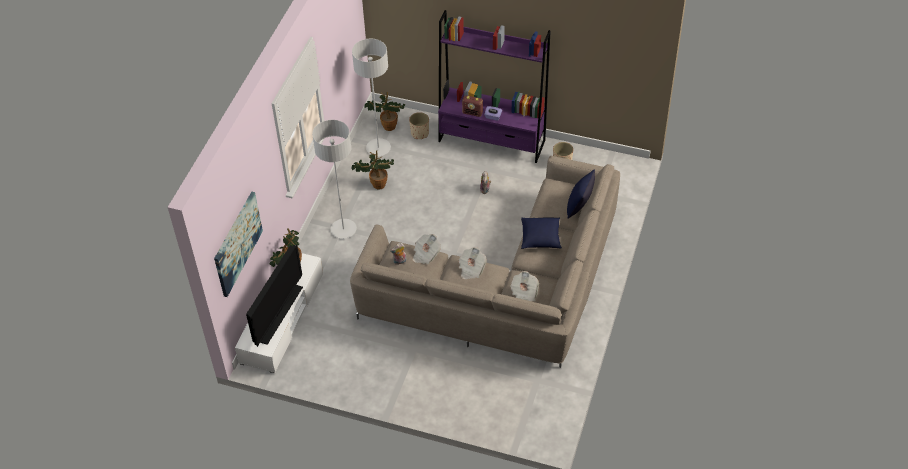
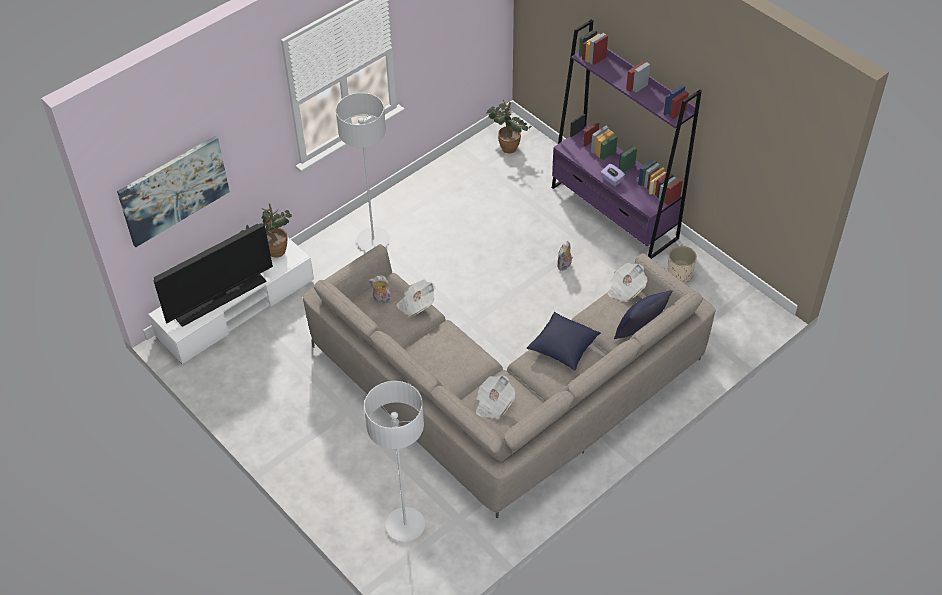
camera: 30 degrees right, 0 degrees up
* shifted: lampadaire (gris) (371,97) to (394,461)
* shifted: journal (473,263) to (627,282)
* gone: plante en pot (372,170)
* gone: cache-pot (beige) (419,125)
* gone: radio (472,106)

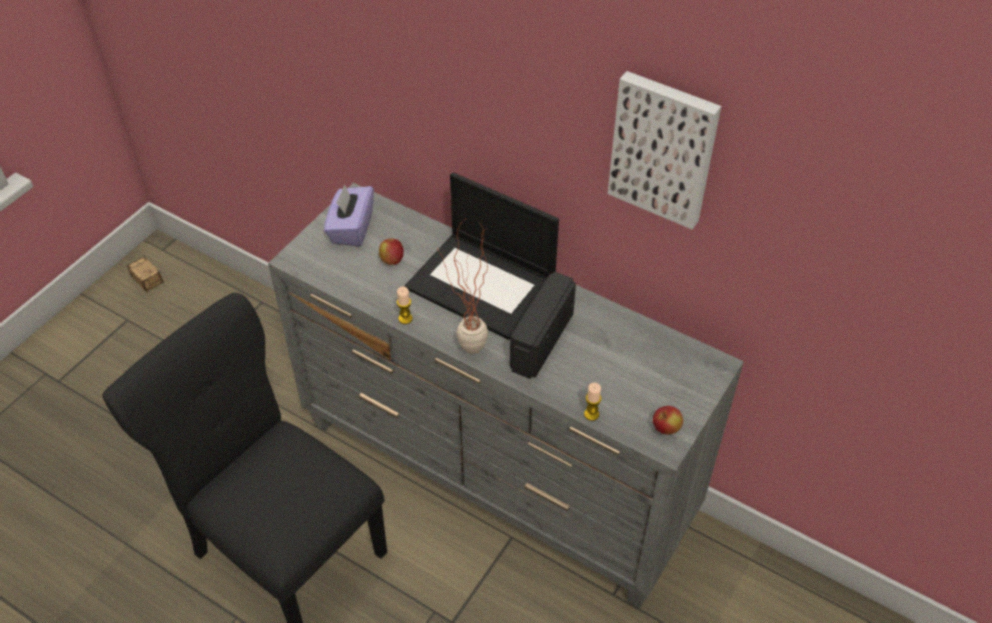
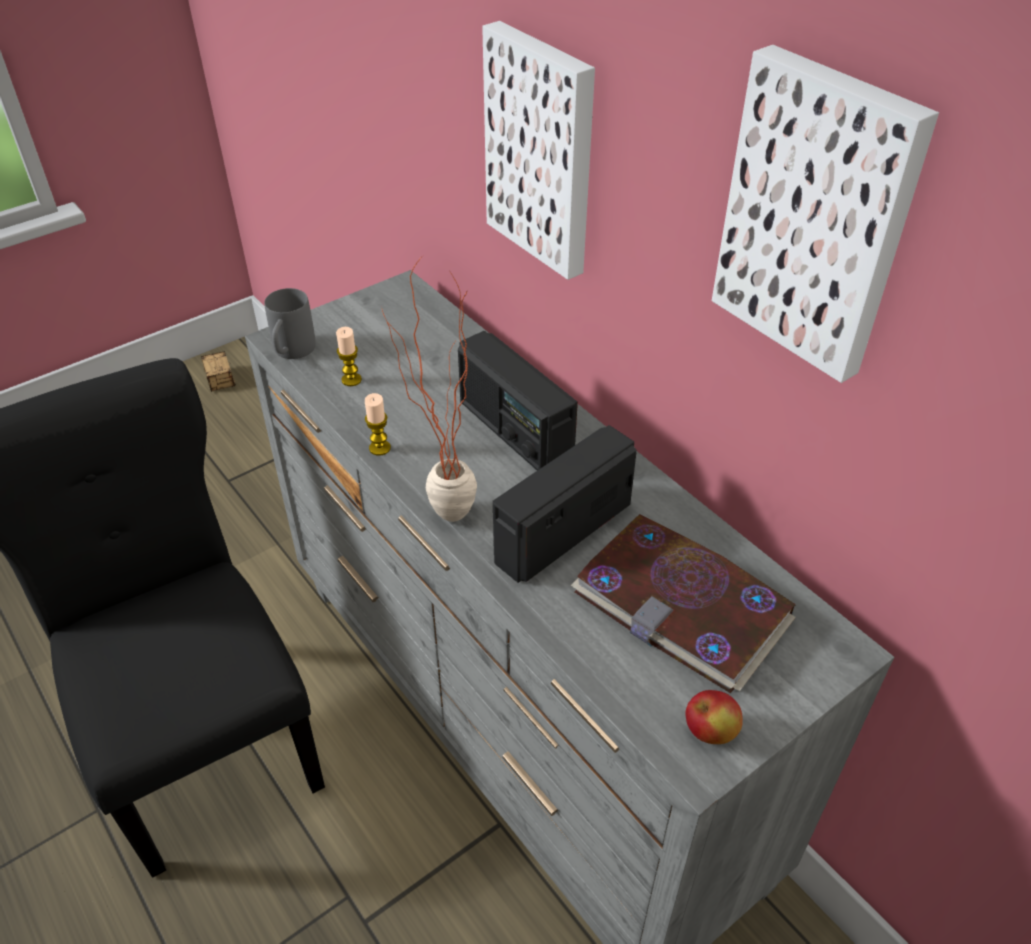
camera: 20 degrees right, 5 degrees down
* new: mug (gris) (290,323)
* shifted: bougie (592,402) to (349,356)
* swapped: ordinateur portable (482,256) to radio (518,401)
* new: tableau (538,150)
* new: livre (683,603)
* gone: boîte à mouchoirs (violet) (349,215)
* gone: pomme (391,251)

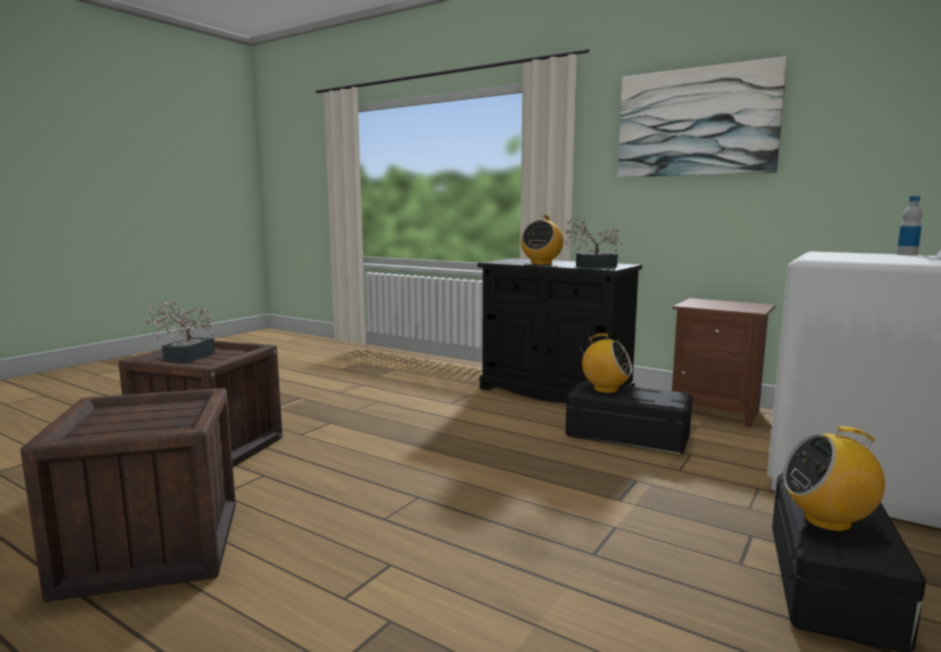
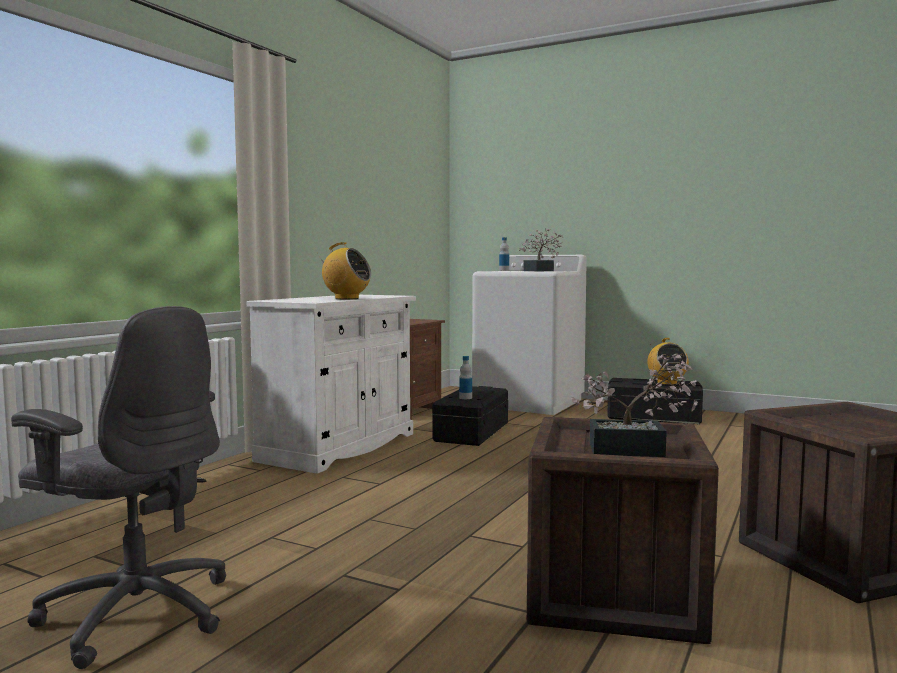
camera: 95 degrees left, 5 degrees down
* new: chaise de bureau (gris) (118,487)
* repainted: meuble de rangement (noir) (560,330) to meuble de rangement (blanc) (331,384)
* swapped: radio (605,363) to bouteille (465,377)
* shifted: plante en pot (594,242) to (541,249)
* gone: tableau (702,116)

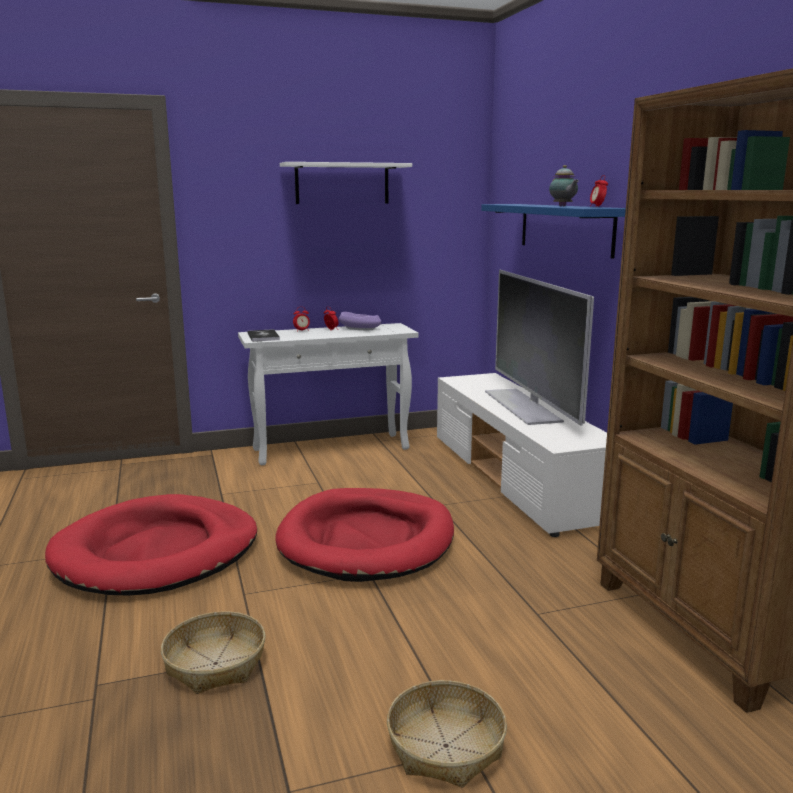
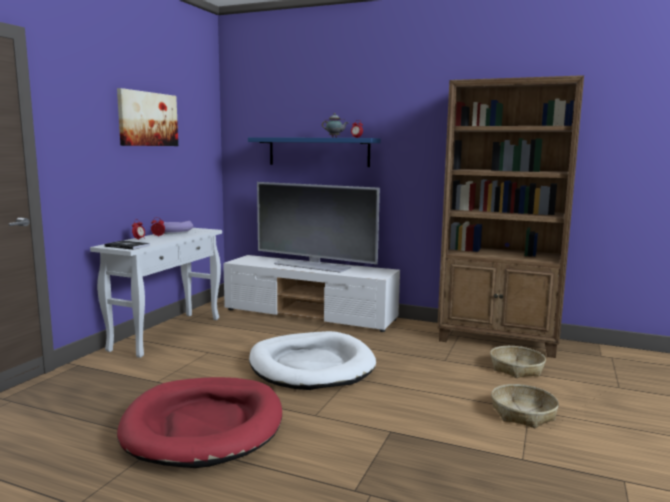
camera: 50 degrees left, 5 degrees down
* swapped: étagère (blanc) (346,183) to tableau (147,117)
* repainted: panier pour chien (rouge) (364,535) to panier pour chien (blanc) (312,360)
* shifted: panier (213,652) to (518,362)

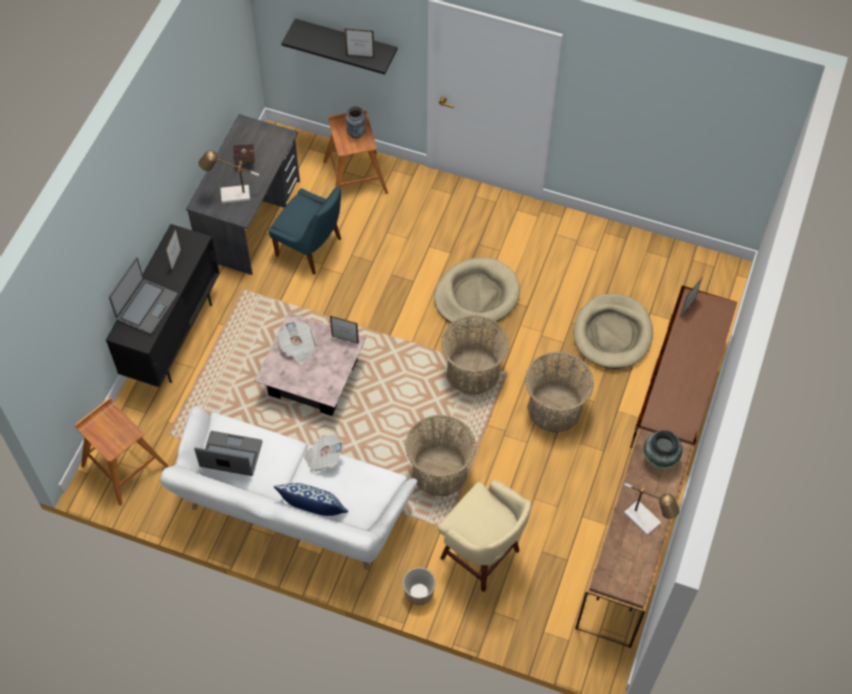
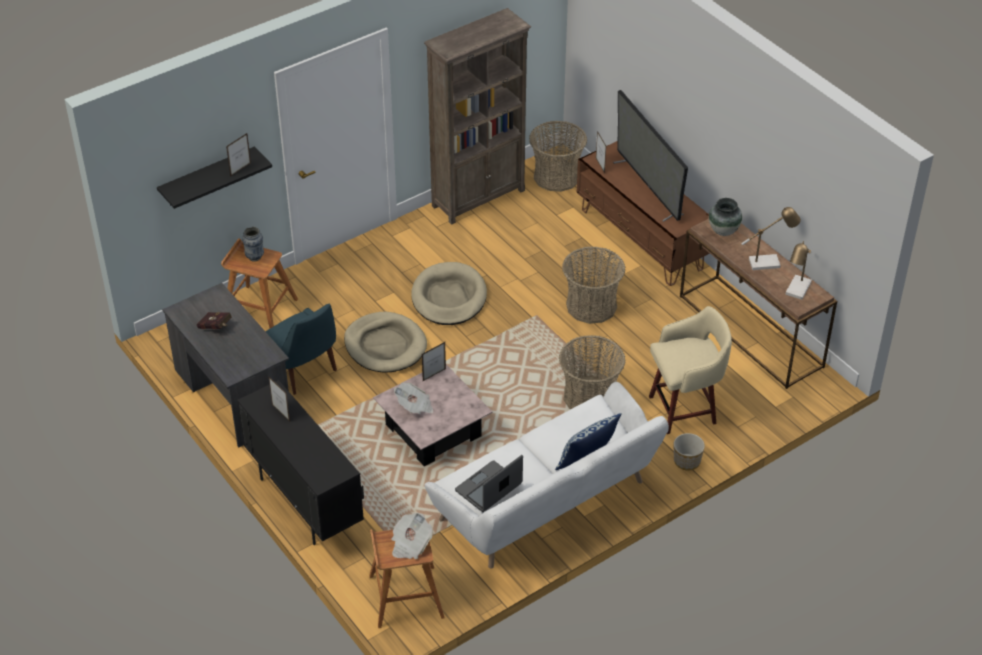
camera: 55 degrees left, 15 degrees down
* rotated: chaise (bleu) (304,230) = (301,349) 75 degrees clockwise
* shifted: panier pour chien (beige) (613,331) to (385,342)
* shifted: journal (323,453) to (412,536)
* new: bibliothèque (marron) (477,116)
* shifted: panier (475,354) to (558,156)
* new: téléviseur (650,156)
* shifted: lampe de table (228,176) to (798,270)
* gone: ordinateur portable (143,295)

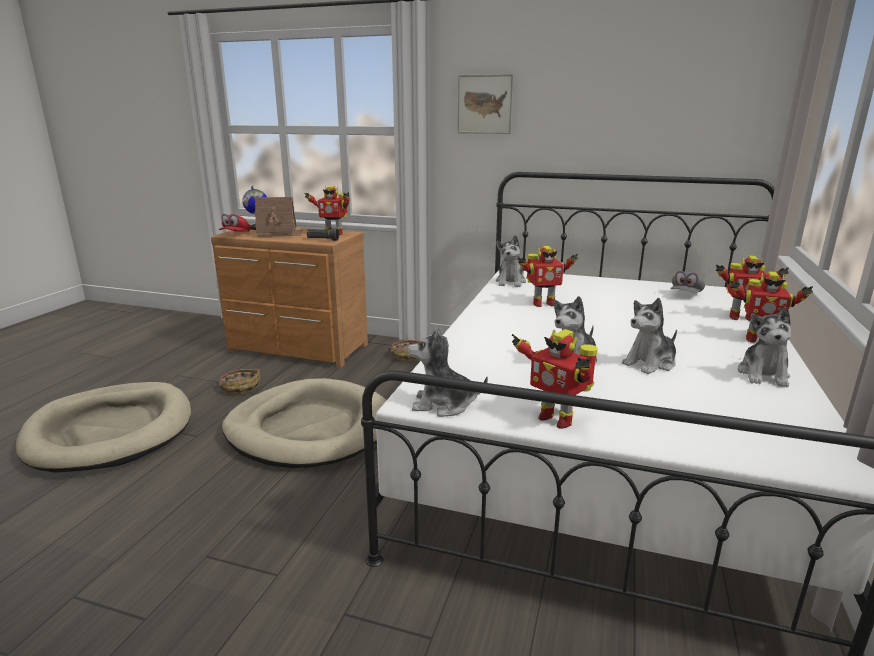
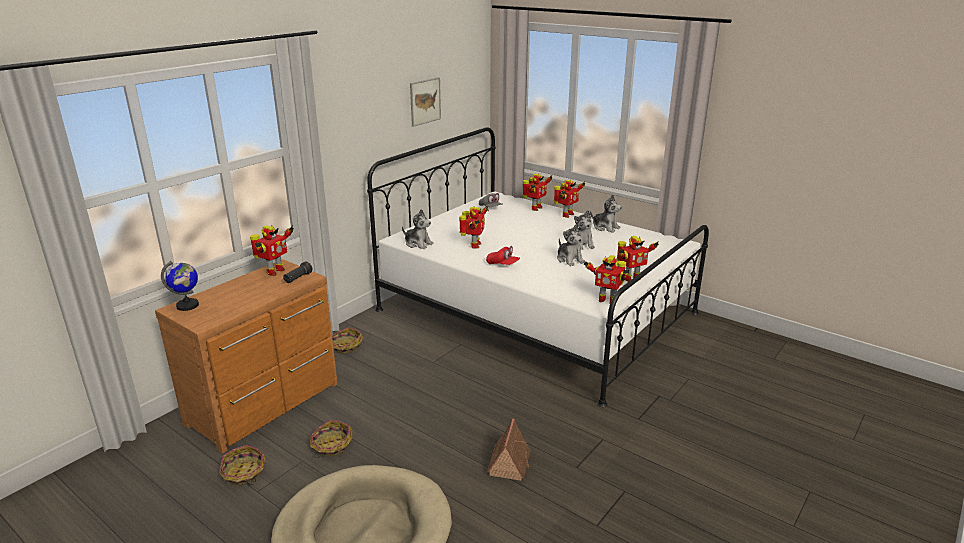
camera: 70 degrees left, 5 degrees up
* new: panier (242,465)
* shifted: tableau (486,104) to (425,102)
* shifted: casquette (rouge) (235,223) to (503,255)
* shifted: maison miniature (278,217) to (508,450)
* swapped: peluche (448,372) to robot jouet (606,279)
* gone: panier pour chien (beige) (304,423)

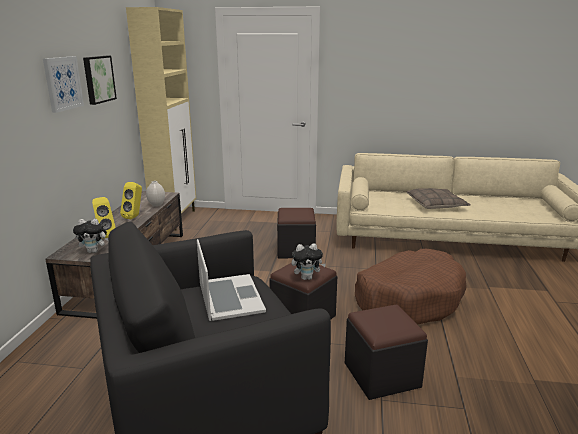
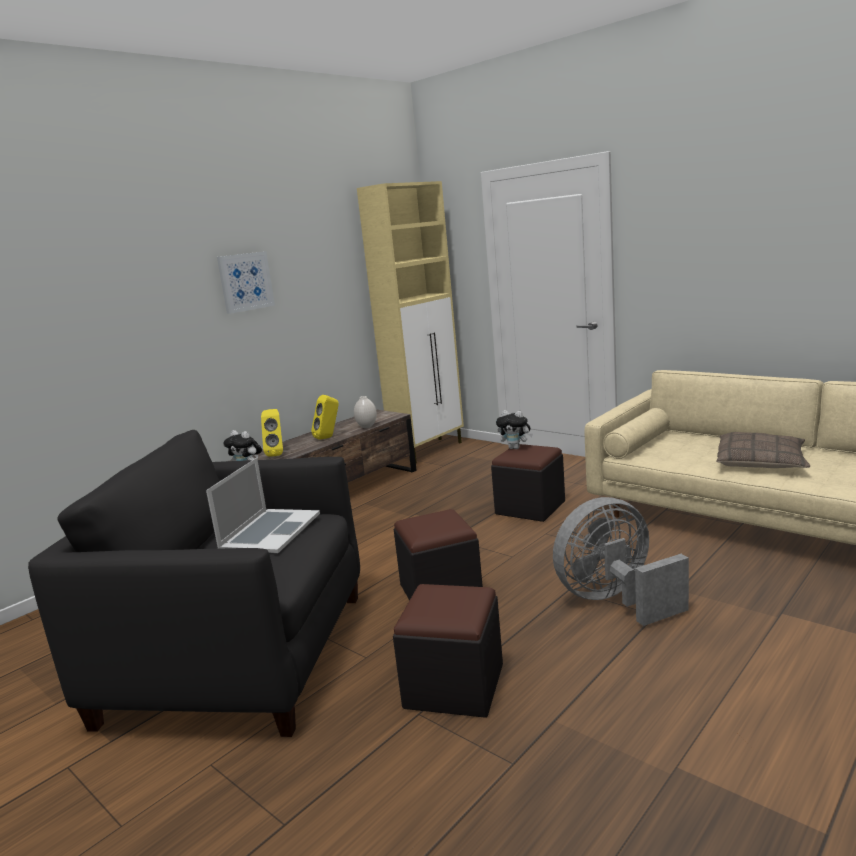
camera: 35 degrees right, 5 degrees down
* shifted: peluche (309,261) to (514,429)
* swapped: panier pour chien (marron) (411,287) to ventilateur (gris) (621,561)
* gone: tableau (100,80)

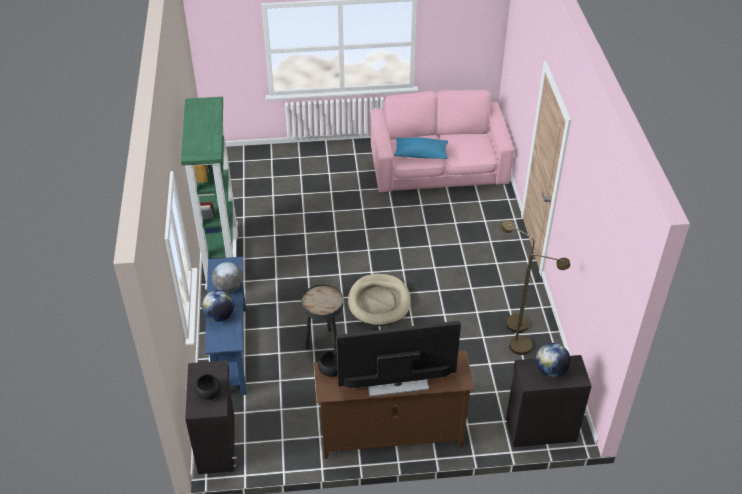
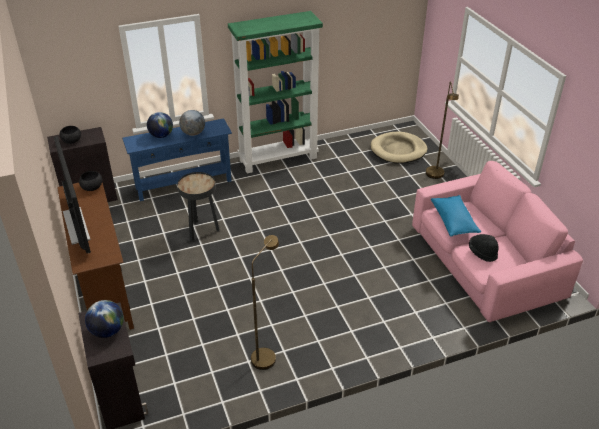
camera: 75 degrees right, 5 degrees down
* shifted: panier pour chien (beige) (379,300) to (399,148)
* shifted: lampadaire (marron) (539,304) to (442,130)
* new: chapeau (noir) (484,248)

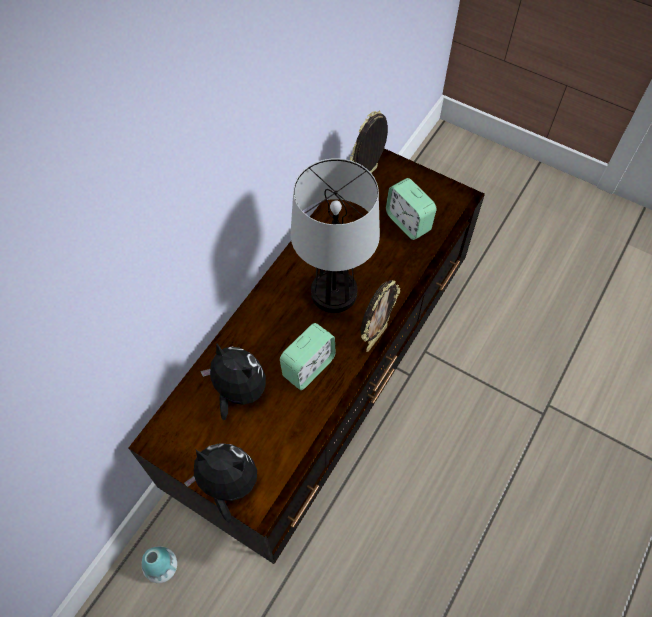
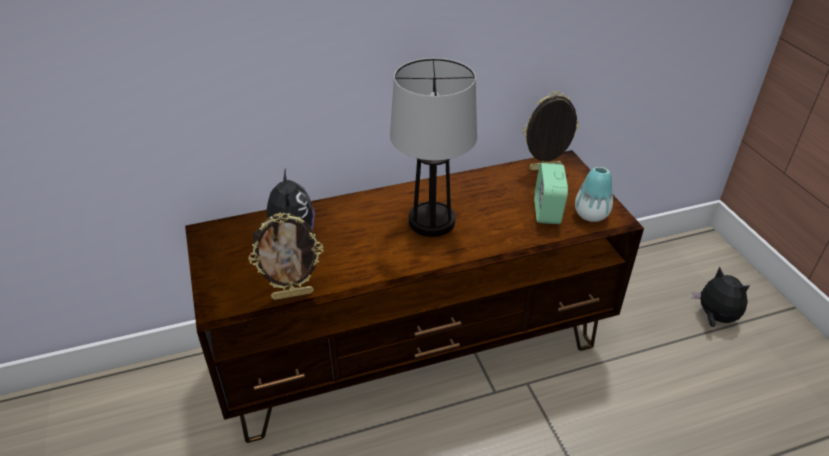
camera: 40 degrees right, 20 degrees down
* shifted: cadre photo (380,316) to (285,256)
* shifted: vase (159,564) to (594,194)
* shifted: peluche (220,483) to (721,297)
* gone: réveil (308,356)

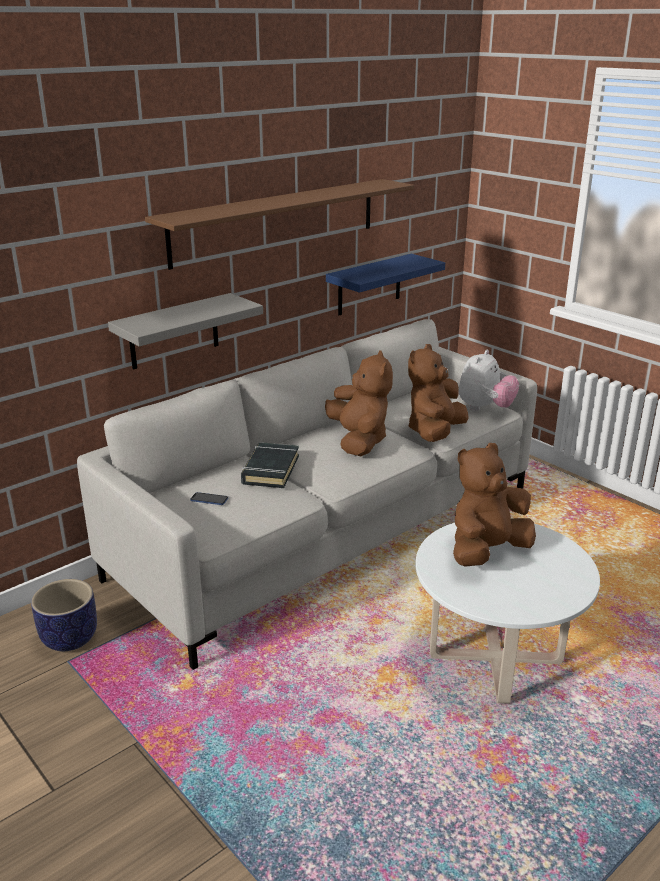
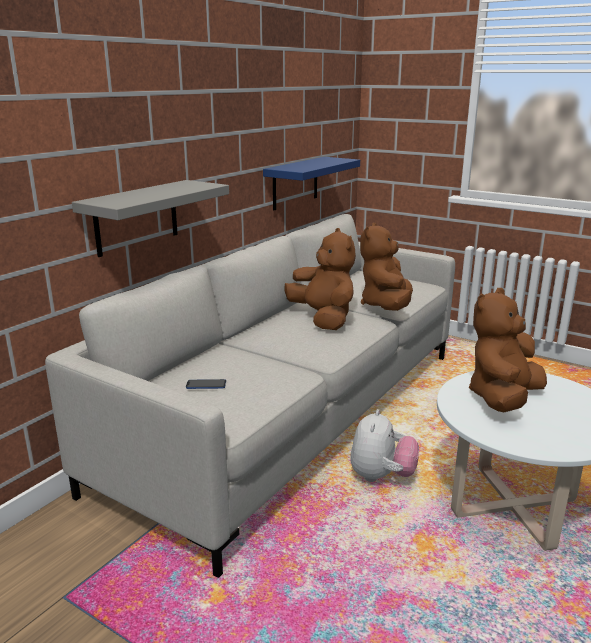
camera: 15 degrees left, 5 degrees down
* shifted: peluche (489,380) to (384,445)
* gone: cache-pot (64,615)
* gone: étagère (marron) (279,224)
* gone: livre (noir) (270,465)

